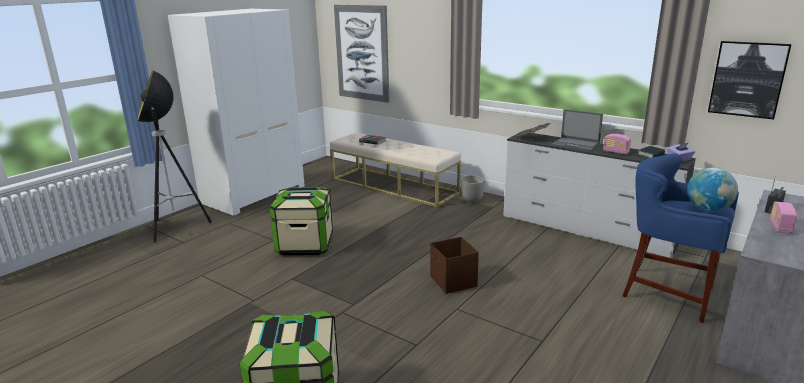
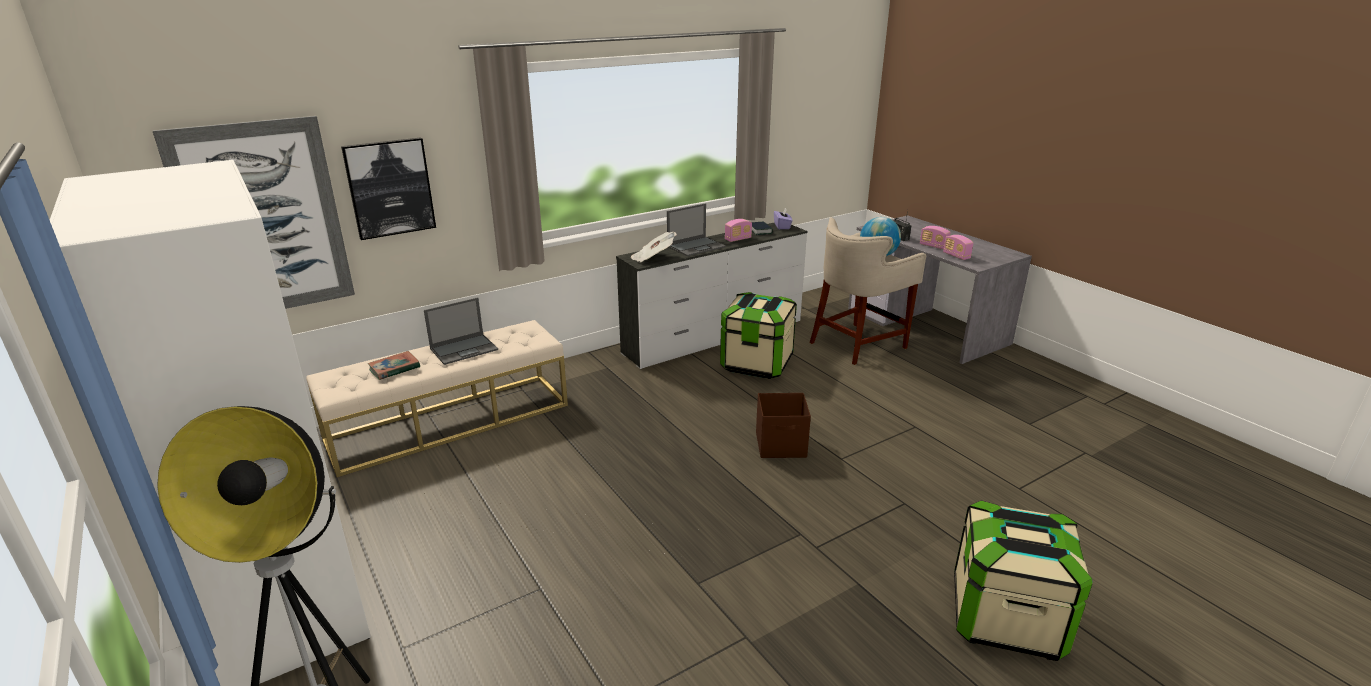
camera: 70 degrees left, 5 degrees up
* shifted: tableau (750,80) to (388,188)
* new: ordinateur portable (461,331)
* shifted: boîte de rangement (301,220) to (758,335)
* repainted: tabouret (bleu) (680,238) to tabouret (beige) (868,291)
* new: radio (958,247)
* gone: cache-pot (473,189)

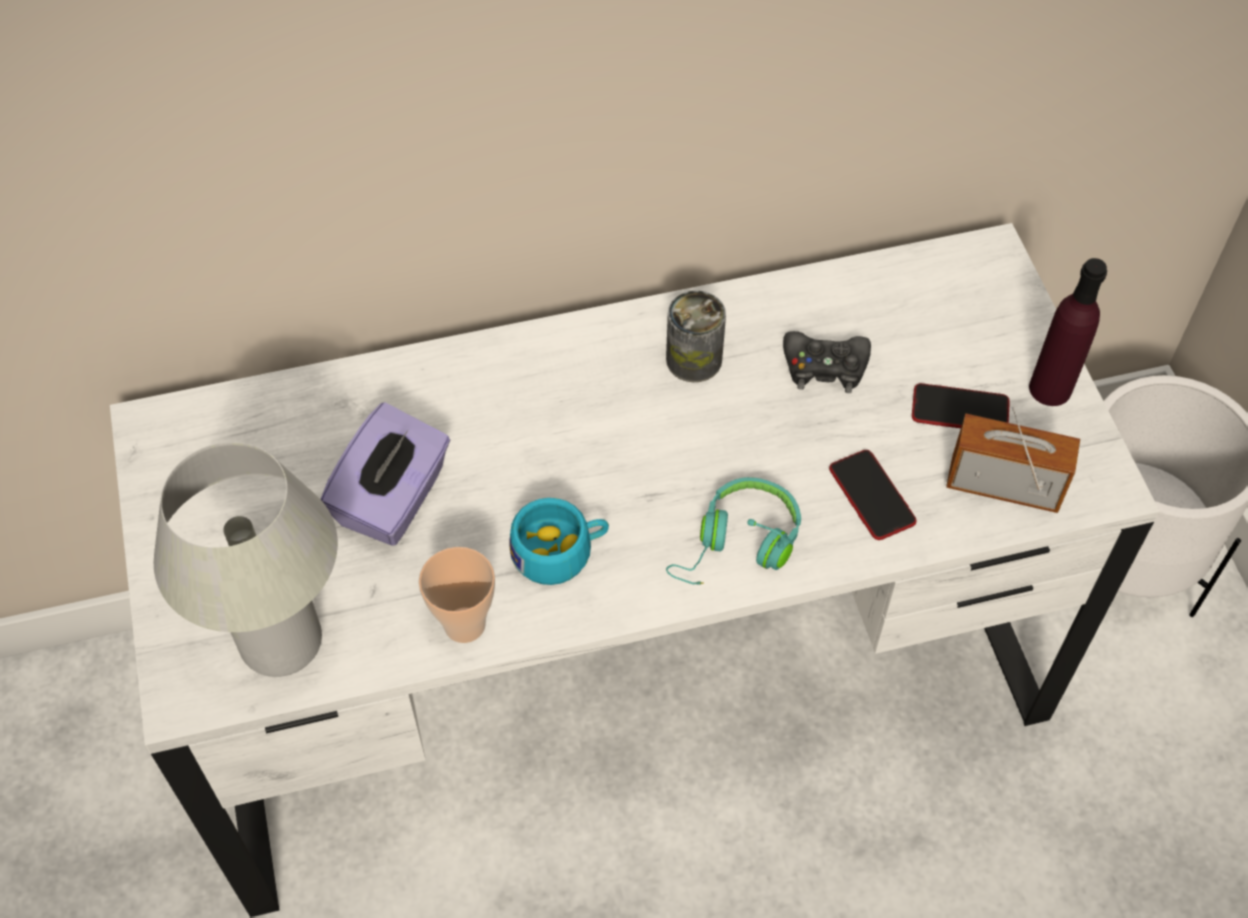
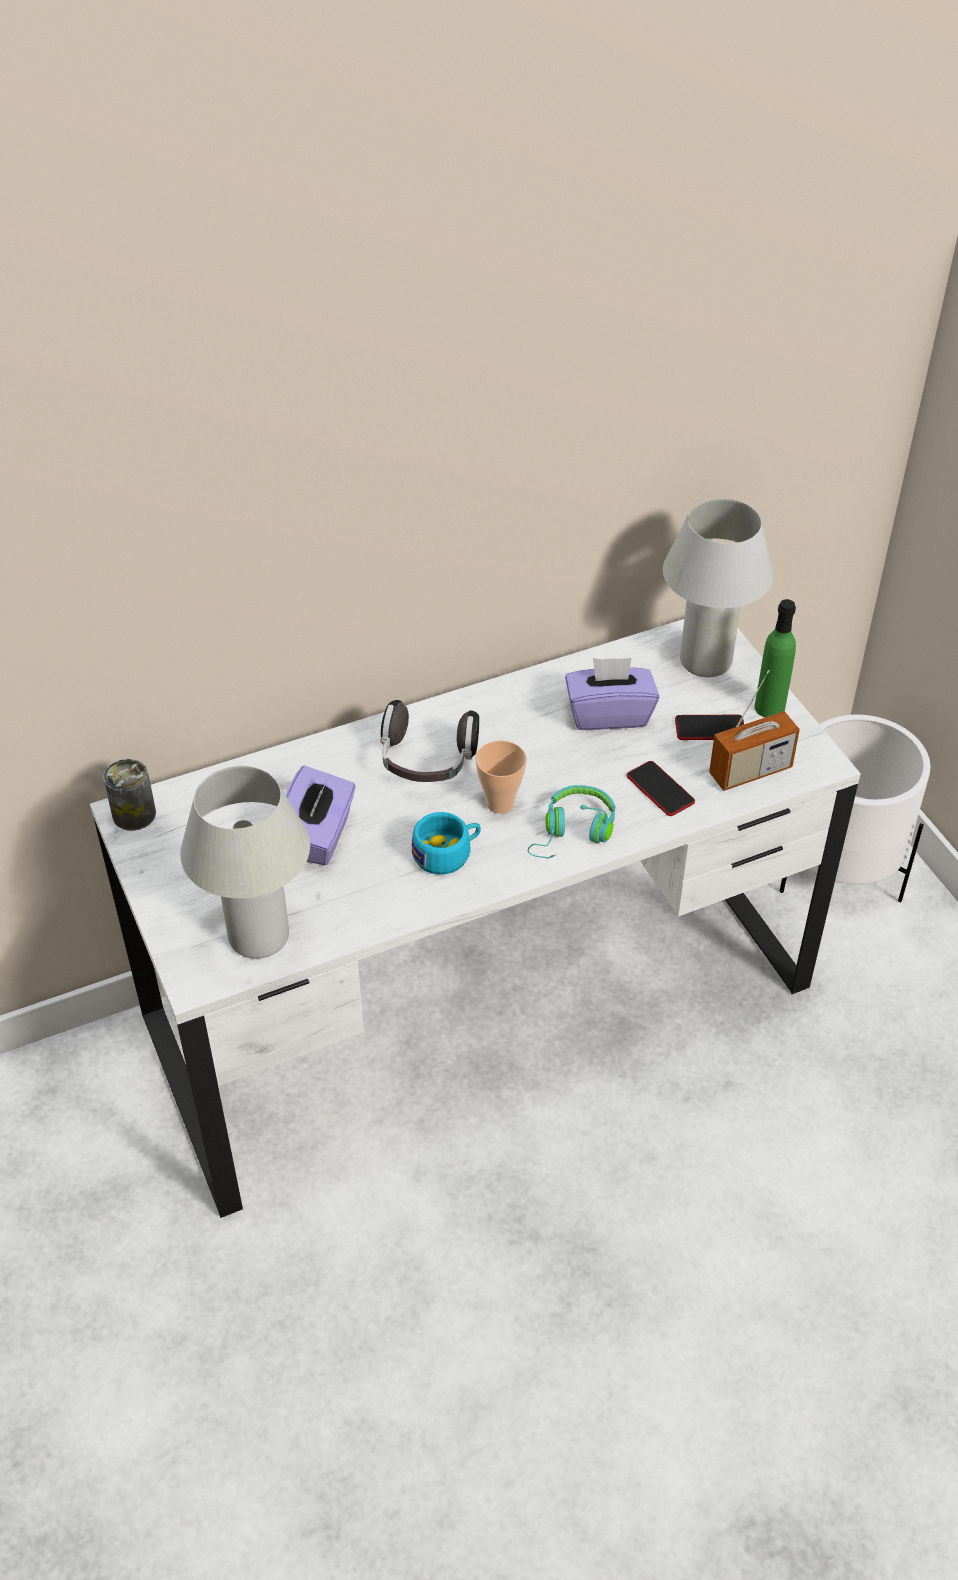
camera: 10 degrees left, 10 degrees down
* shifted: boîte métallique (696,336) to (129,795)
* new: casque audio (429,741)
* shifted: tasse (457,595) to (501,777)
* swapped: manette (noir) (827,362) to boîte à mouchoirs (violet) (612,694)
* new: lampe de table (blanc) (718,587)
* rotated: radio (1013,459) = (754,730) 150 degrees clockwise
* repainted: bouteille (violet) (1068,332) to bouteille (vert) (775,658)

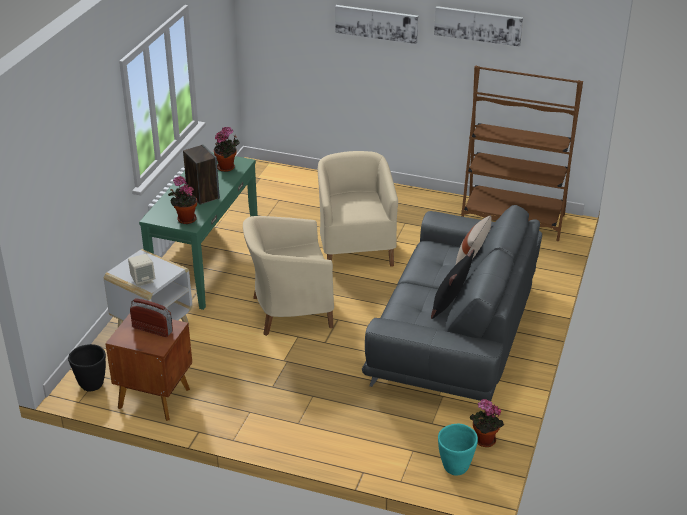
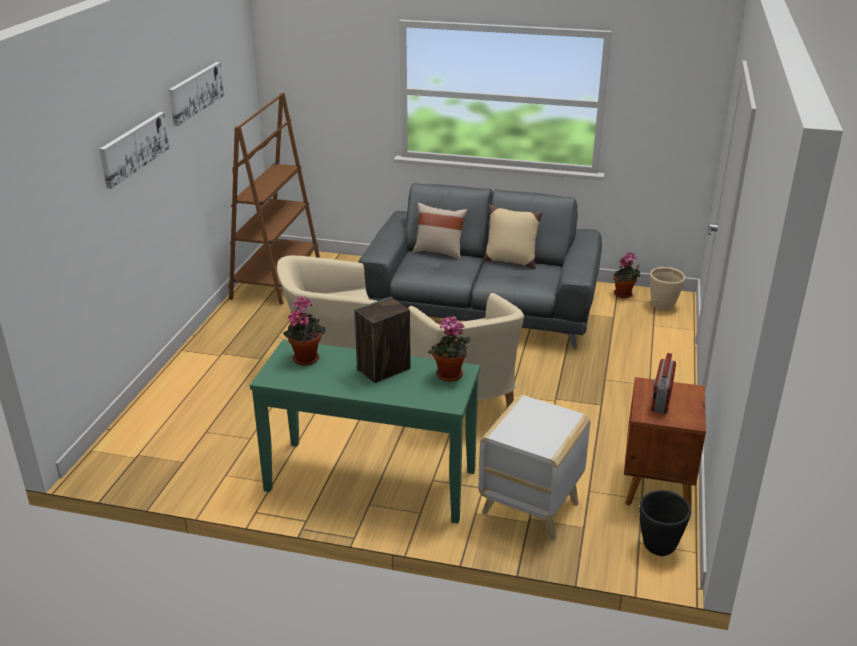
camera: 95 degrees left, 5 degrees down
* repainted: coussin (noir) (453,284) to coussin (beige) (512,236)
* repainted: cache-pot (turquoise) (458,450) to cache-pot (beige) (667,289)
* gone: enceinte (beige) (141,270)

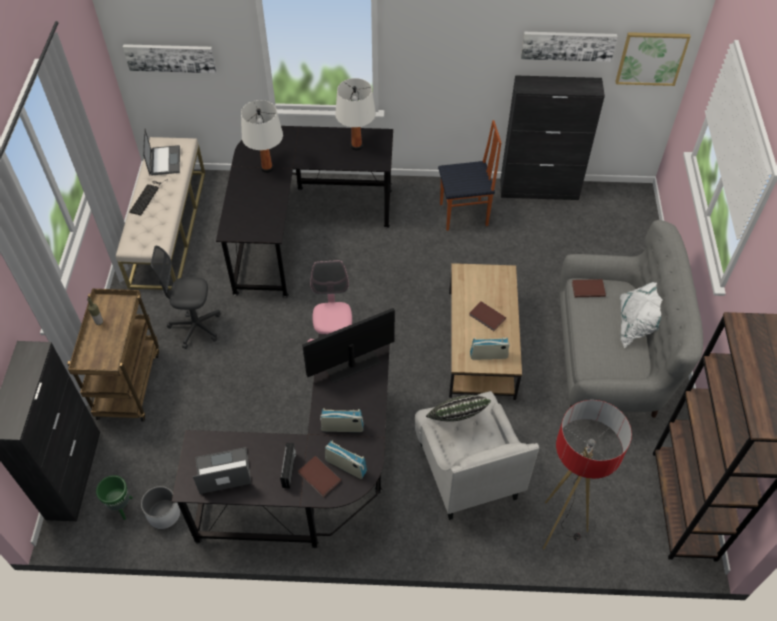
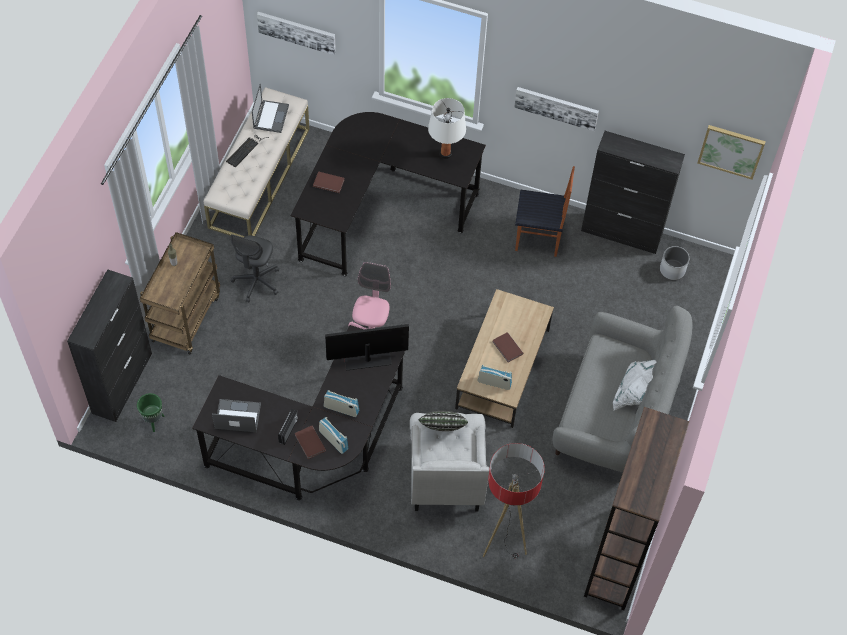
camera: 15 degrees right, 5 degrees up
* rotated: chaise de bureau (gris) (186,297) = (255,268) 90 degrees counterclockwise
* shifted: livre (marron) (589,288) to (328,182)
* shifted: tableau (569,47) to (556,109)
* shifted: cache-pot (blanc) (160,507) to (674,263)
* gone: lampe de table (blanc) (262,136)

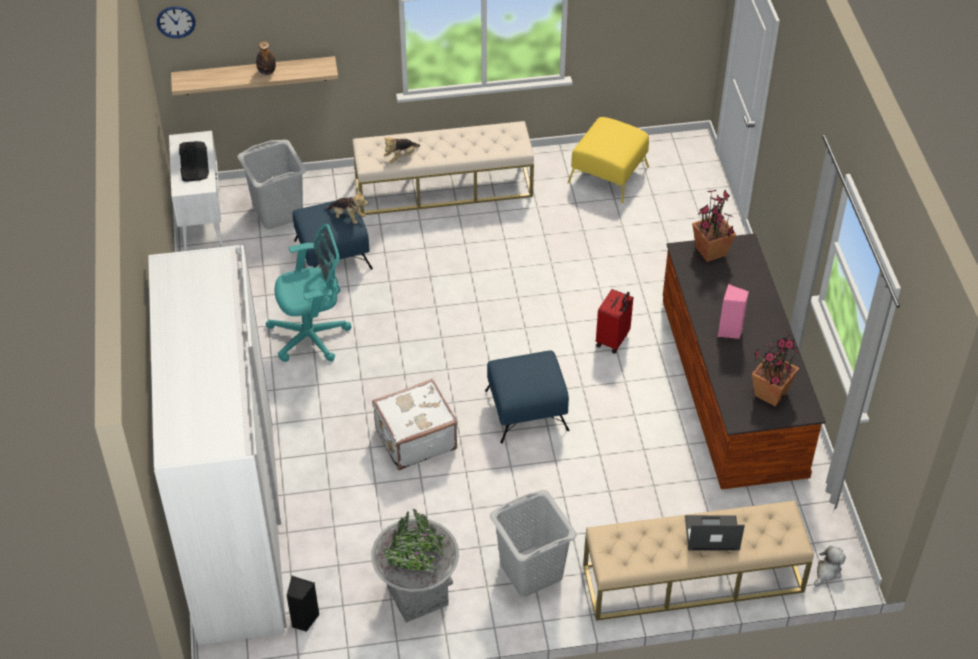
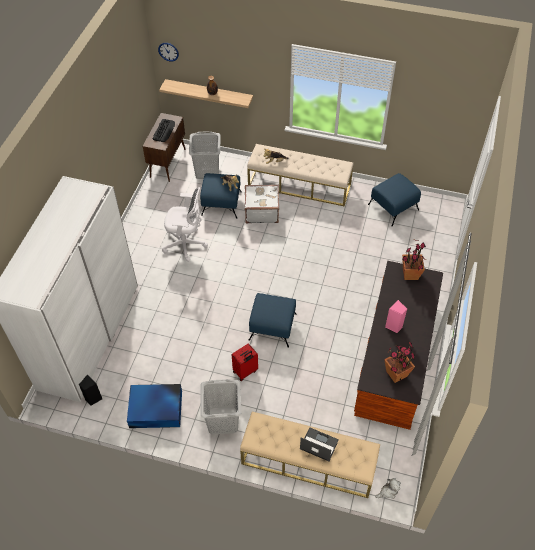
camera: 25 degrees right, 5 degrees up
* swapped: cache-pot (gris) (415,566) to boîte de rangement (bleu) (154,406)
* repainted: meuble de rangement (blanc) (196,191) to meuble de rangement (marron) (164,147)
* repainted: chaise de bureau (turquoise) (309,293) to chaise de bureau (blanc) (185,224)
* shifted: valise (rouge) (614,321) to (245,362)
* shifted: valise (blanc) (415,424) to (262,204)
* repainted: pouf (jaune) (608,160) to pouf (bleu) (394,200)

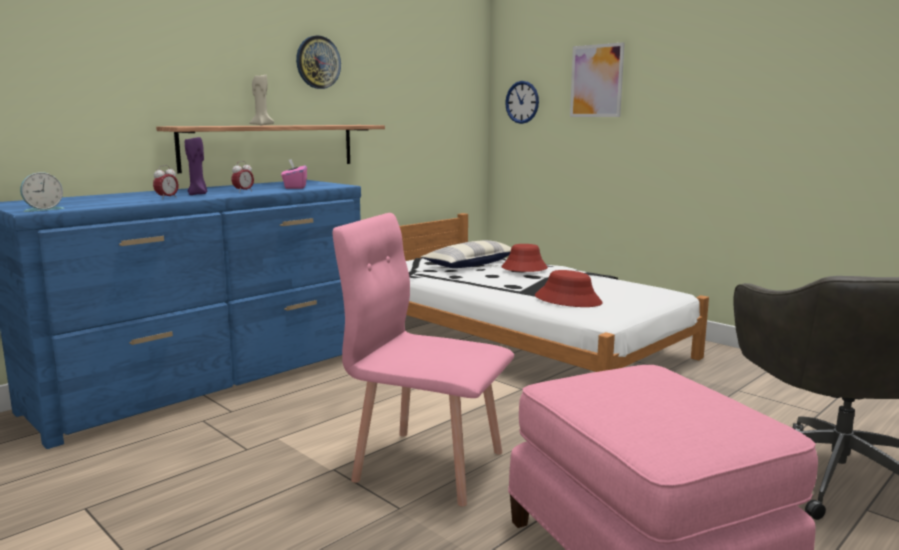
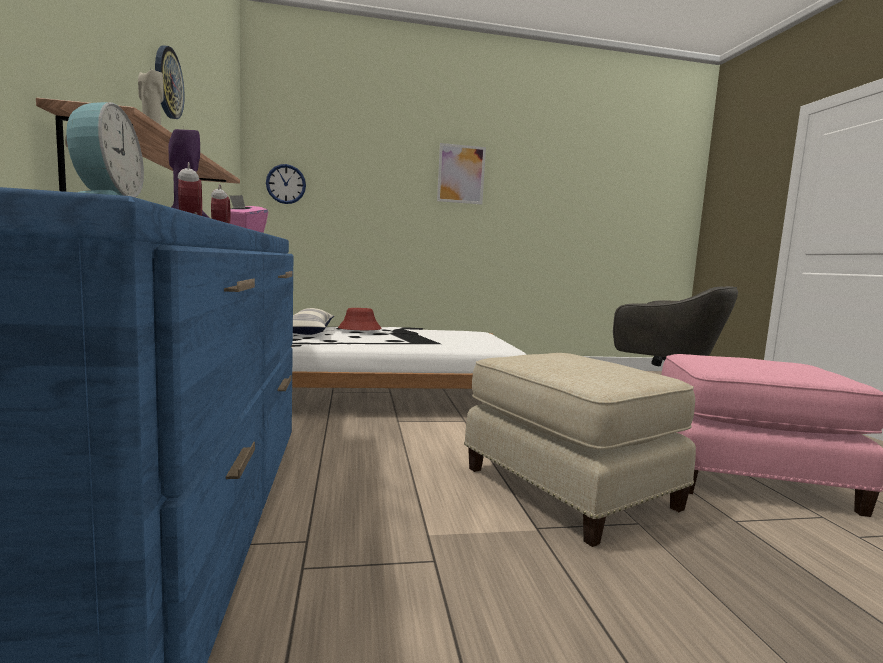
camera: 55 degrees left, 5 degrees down
* shifted: tableau (597,79) to (461,174)
* swapped: chaise (rose) (423,359) to pouf (beige) (580,450)
* gone: chapeau (rouge) (569,288)

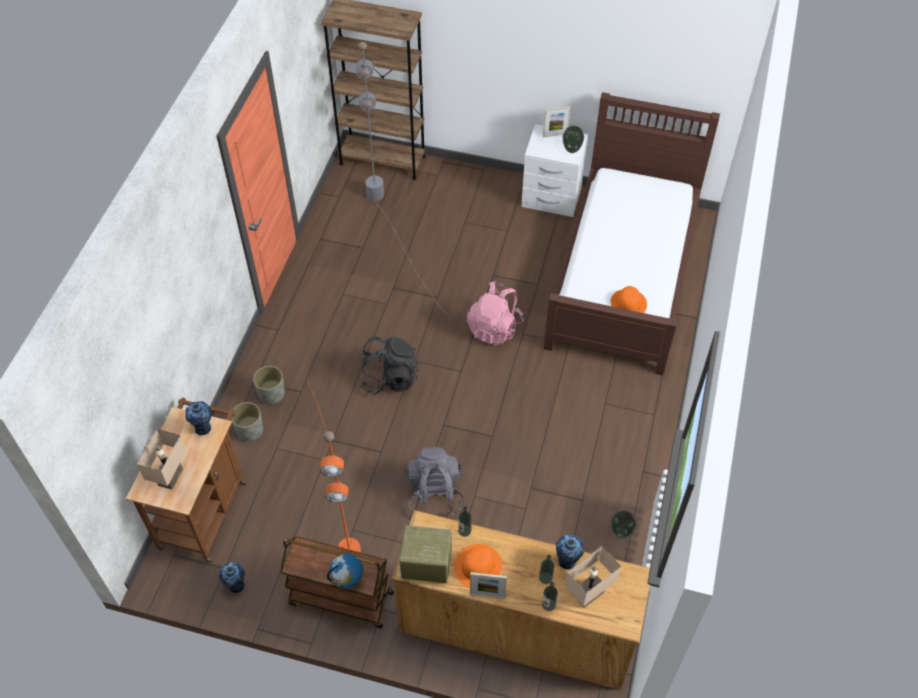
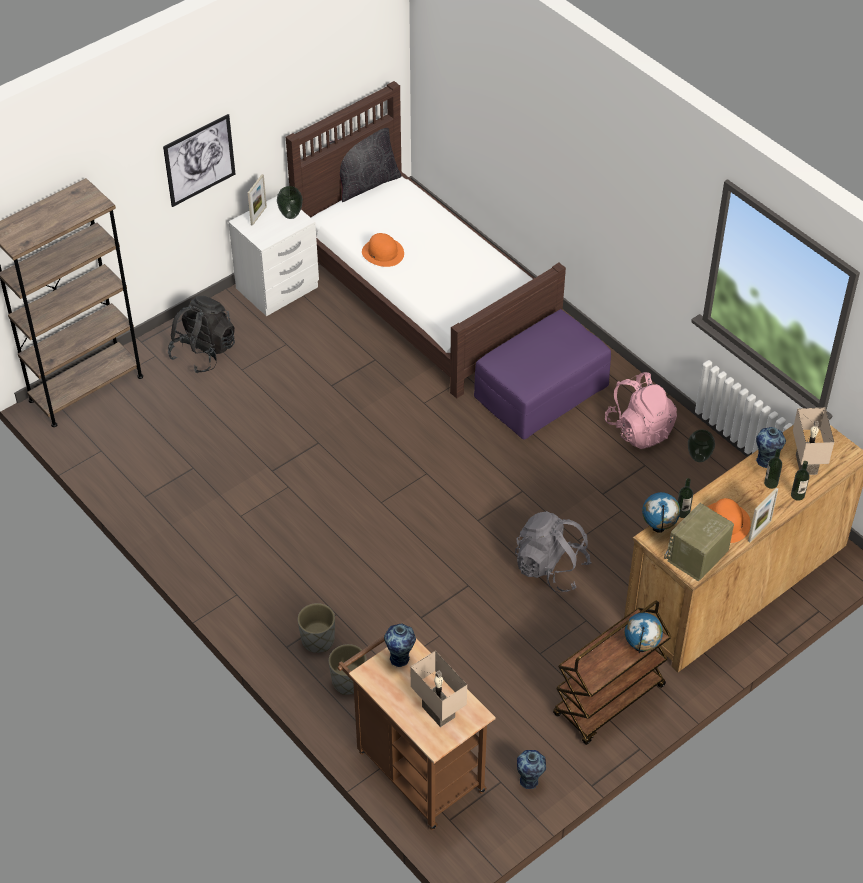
camera: 55 degrees left, 5 degrees down
* new: tableau (199,160)
* shifted: sac à dos (noir) (389,366) to (201,334)
* new: coussin (noir) (366,165)
* shifted: chapeau (orange) (628,299) to (383,250)
* new: pouf (violet) (542,374)
* shifted: sac à dos (rose) (495,313) to (641,410)
* new: globe (661,512)
* gone: lampadaire (orange) (334,467)
* gone: lampadaire (gris) (402,180)

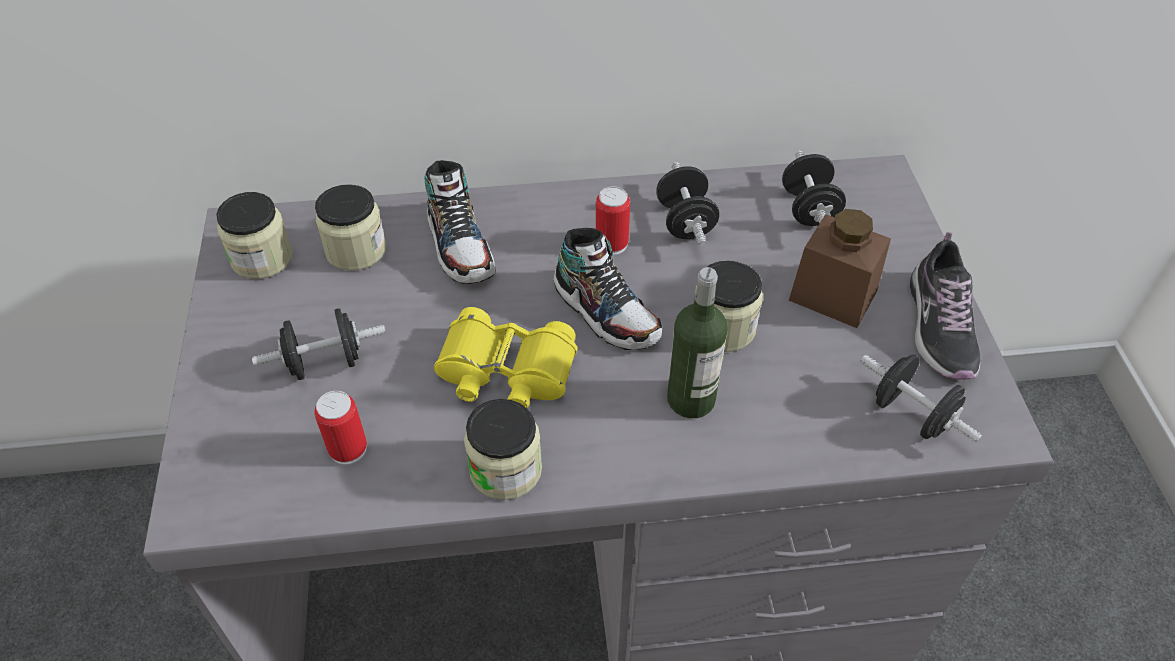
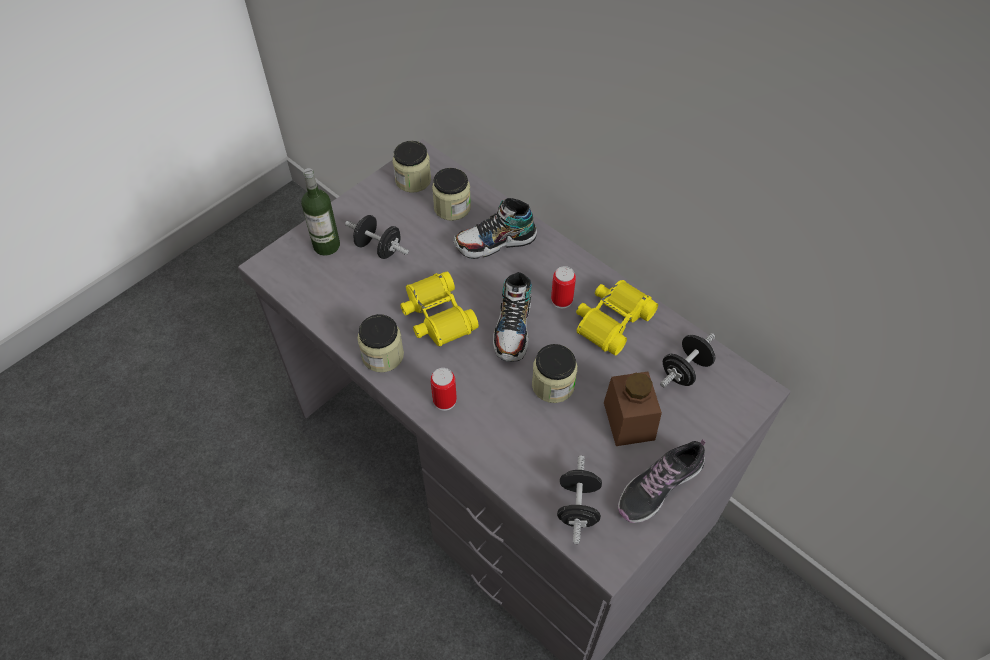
camera: 50 degrees right, 5 degrees up
* shifted: bouteille (697,342) to (320,212)
* shifted: boîte métallique (340,428) to (443,389)
* rotated: chaussure (459,222) = (495,228) 45 degrees clockwise
* swapped: haltère (noir) (687,204) to jumelles (jaune) (617,317)

